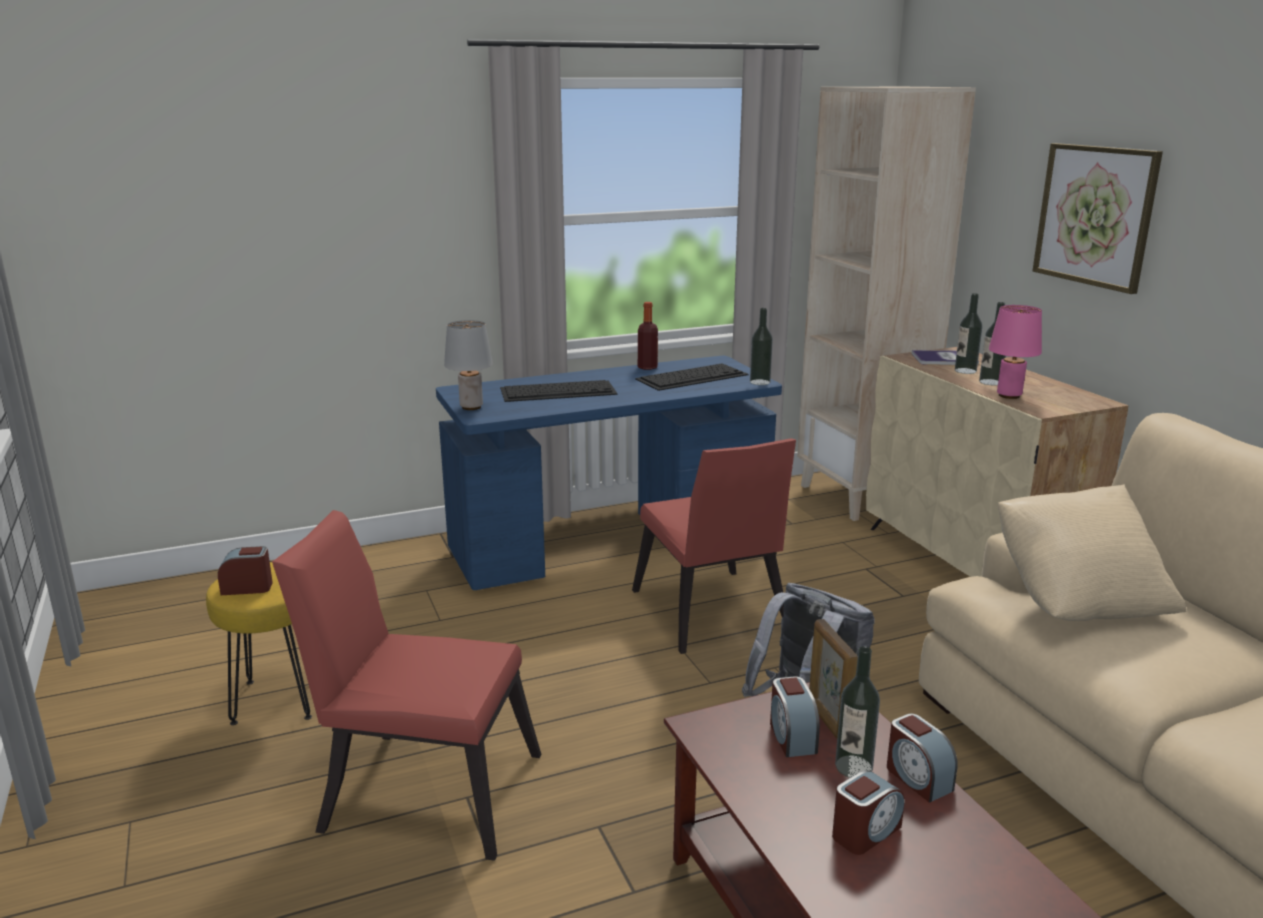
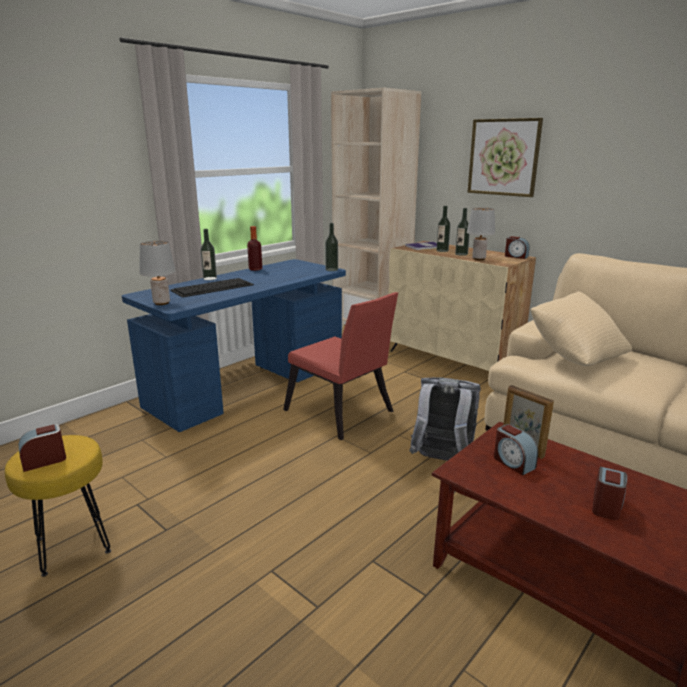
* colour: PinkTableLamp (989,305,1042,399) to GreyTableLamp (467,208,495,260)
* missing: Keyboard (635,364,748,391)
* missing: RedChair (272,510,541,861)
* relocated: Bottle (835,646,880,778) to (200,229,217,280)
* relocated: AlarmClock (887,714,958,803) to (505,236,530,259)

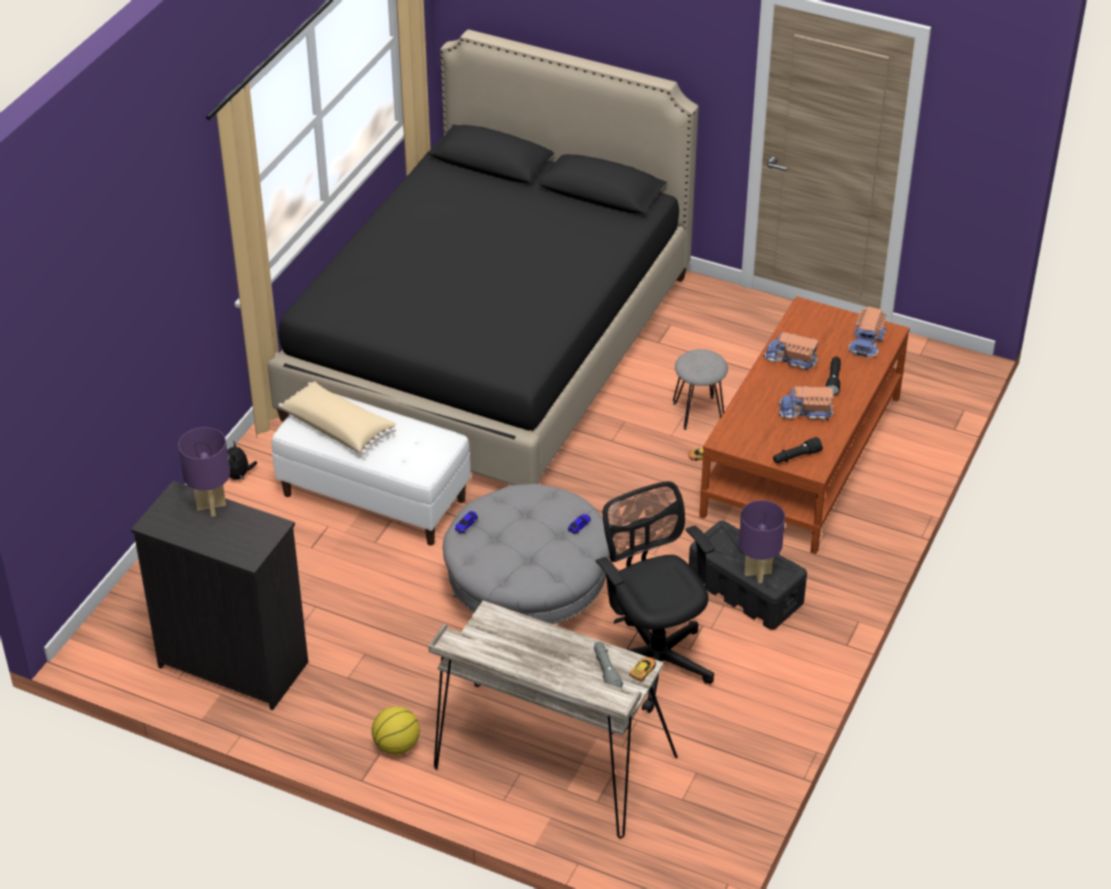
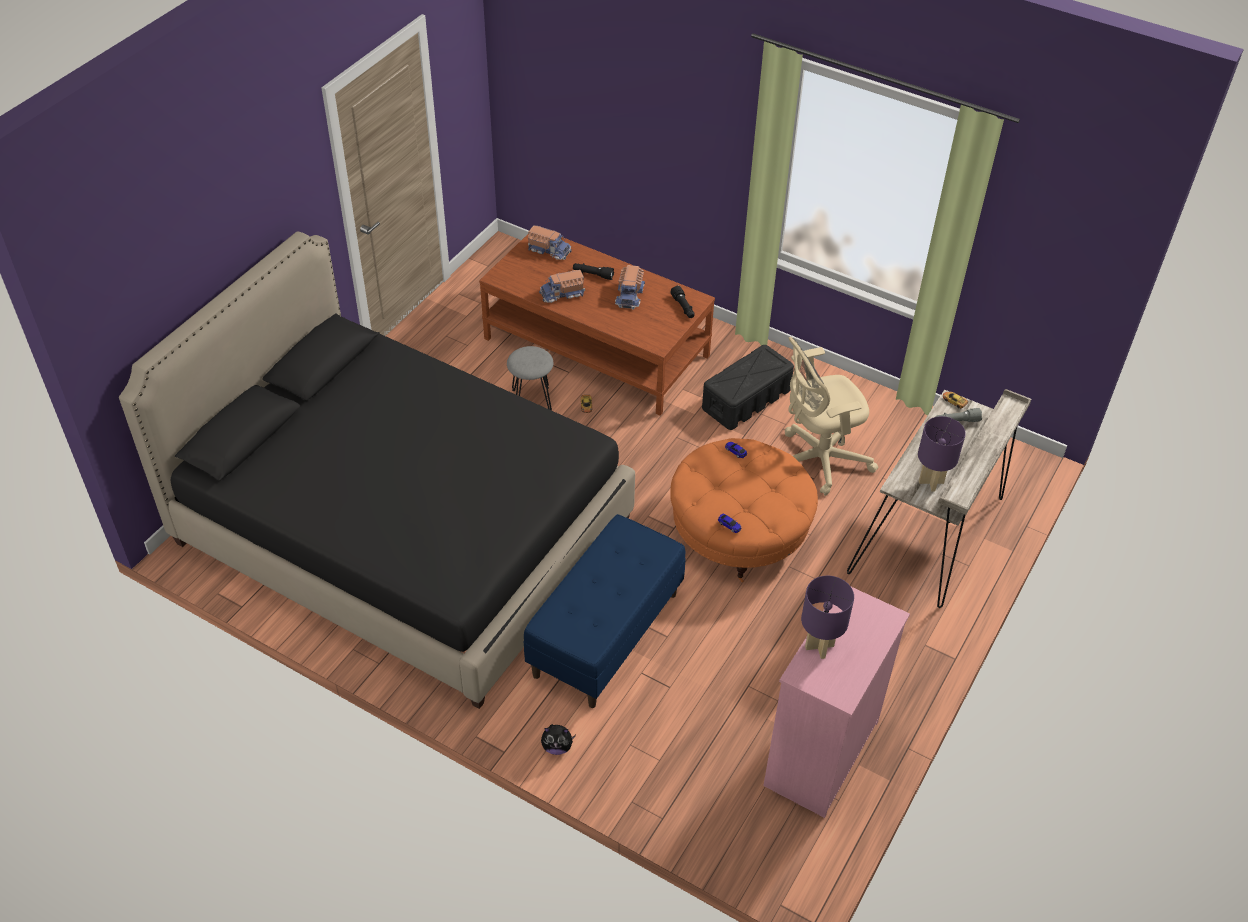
* spun: ToyTruck (763,332,818,370) = (539,270,585,303) 45 degrees clockwise
* missing: BeigePillow (278,381,396,454)
* colour: WhiteBench (272,394,471,545) to BlueBench (523,514,686,708)
* colour: BlackDresser (131,481,308,710) to PinkDresser (763,587,910,818)
* colour: BlackOfficeChair (596,481,715,713) to BeigeOfficeChair (785,337,879,496)
* colour: GreyOttoman (443,484,610,624) to OrangeOttoman (670,438,818,583)
* relocated: PurpleTableLamp (739,500,785,583) to (918,416,966,491)
* missing: Basketball (372,706,420,755)

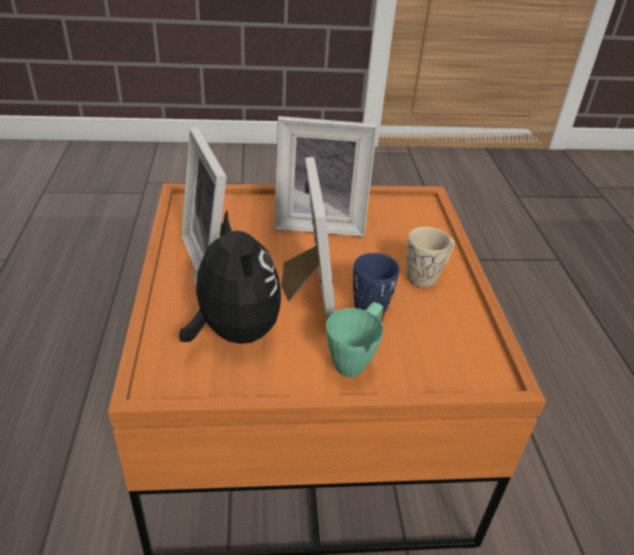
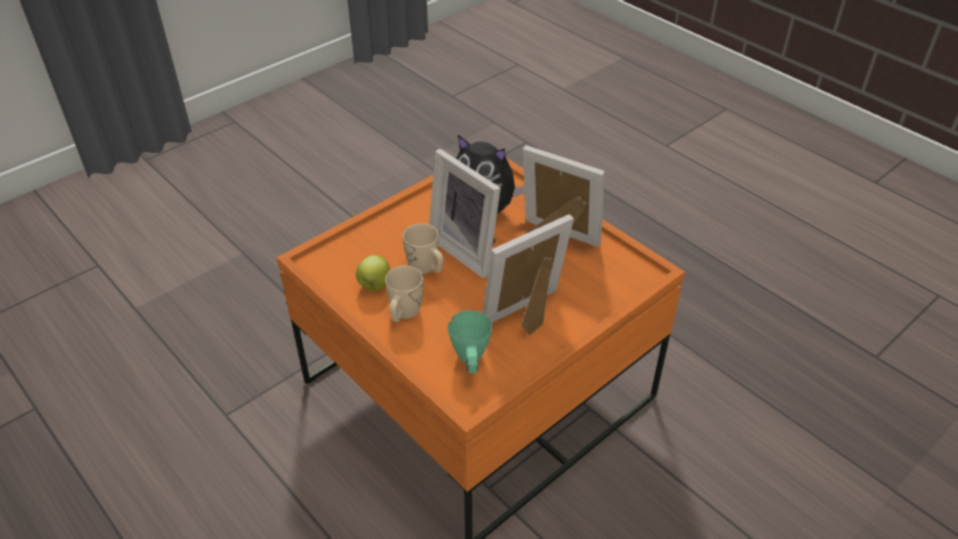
* colour: BlueMug (353,253,400,313) to BeigeMug (403,223,444,274)
* relocated: GreenMug (326,302,385,377) to (448,310,492,373)
* appeared: Apple (356,255,390,291)

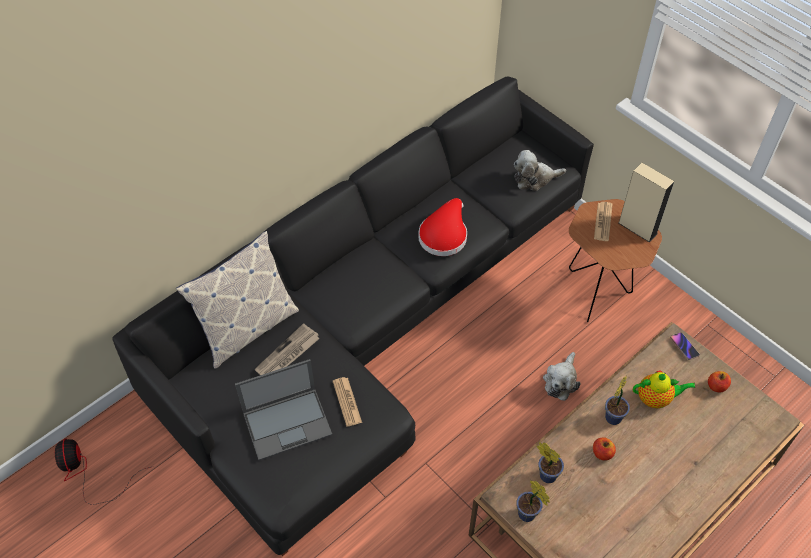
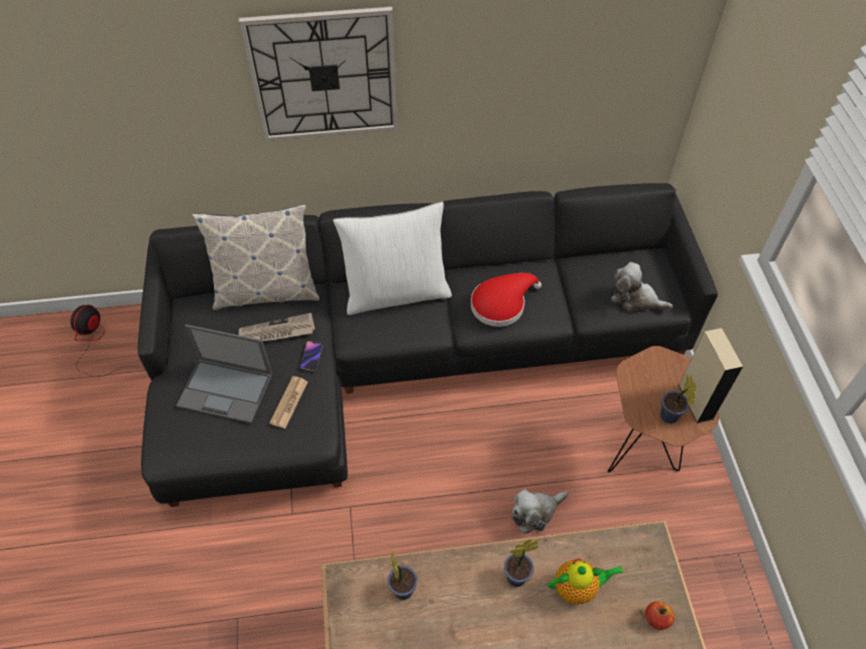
* missing: Newspaper (594,202,613,241)
* relocated: Phone (670,332,700,360) to (300,341,323,372)
* spun: Teapot (633,371,695,408) = (548,558,624,604) 45 degrees counterclockwise
* missing: Apple (593,437,616,461)
* relocated: PottedPlant (516,480,550,522) to (660,374,696,424)
* appeared: WallClock (239,7,398,141)
* appeared: WhitePillow (333,202,452,315)

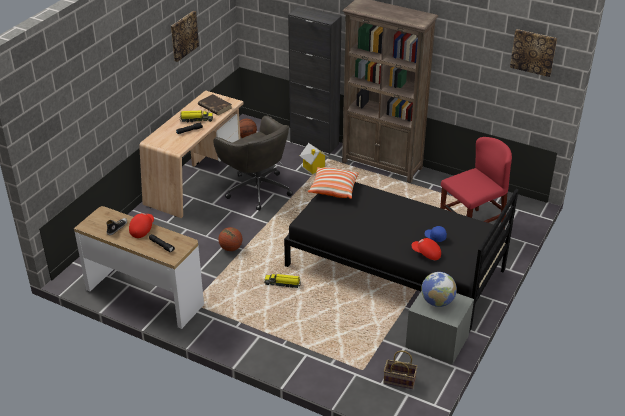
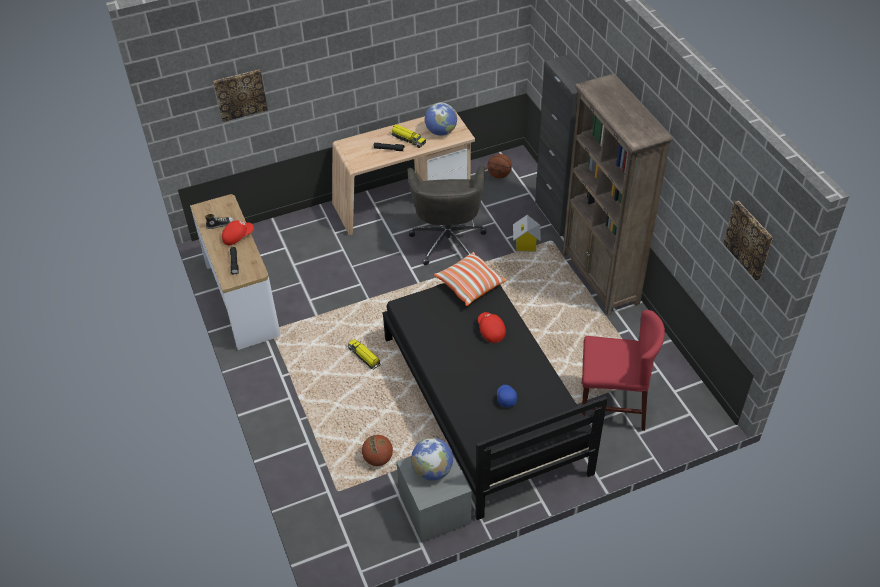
* relocated: Picture (171,11,199,62) to (213,69,268,122)
* exchanged: BrownBook (198,94,232,115) to Globe (425,103,457,136)
* relocated: Basketball (218,227,242,251) to (362,435,393,466)
* relocated: RedCap (411,238,441,260) to (478,312,506,343)
* missing: Basket (384,350,418,389)

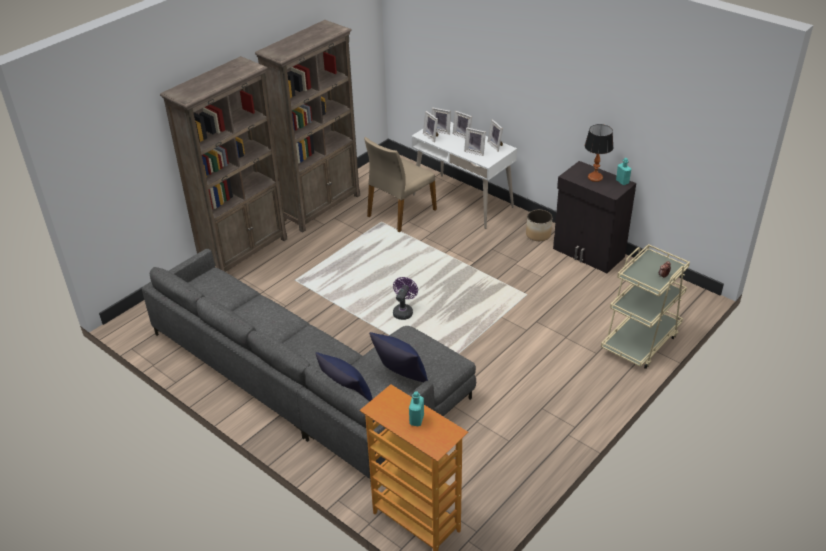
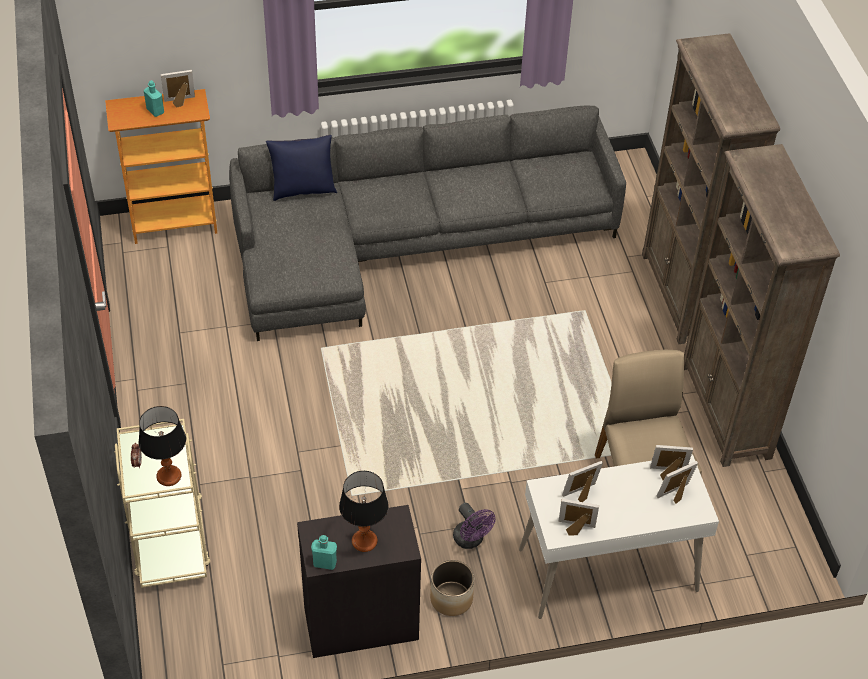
* relocated: PictureFrame (453,111,472,138) to (161,70,195,108)
* relocated: PurpleFan (393,277,418,320) to (453,503,495,549)
* missing: BluePillow (369,332,428,382)
* appeared: TableLamp (139,406,186,486)

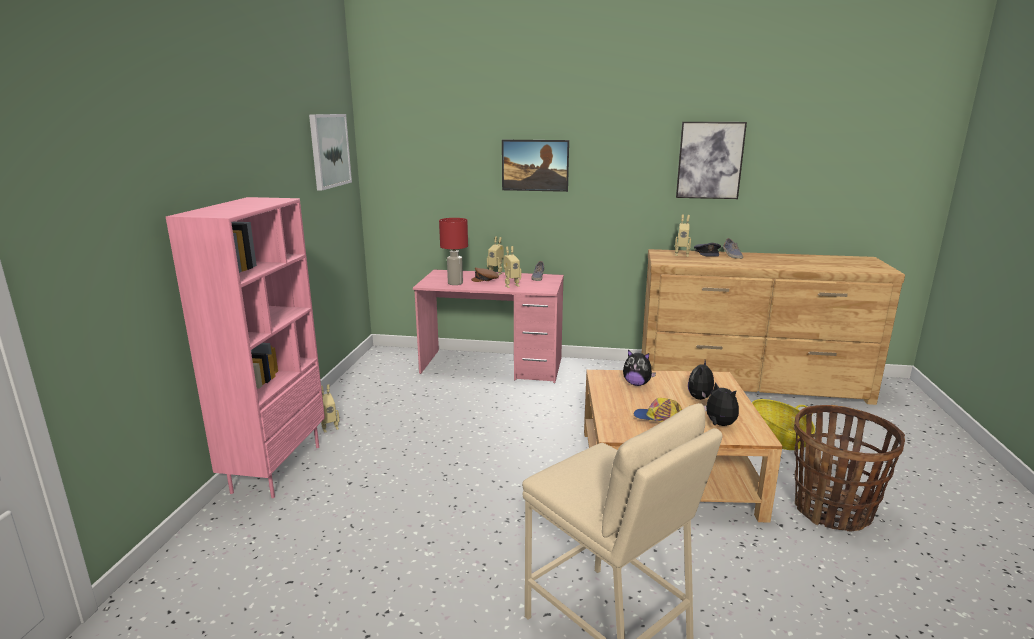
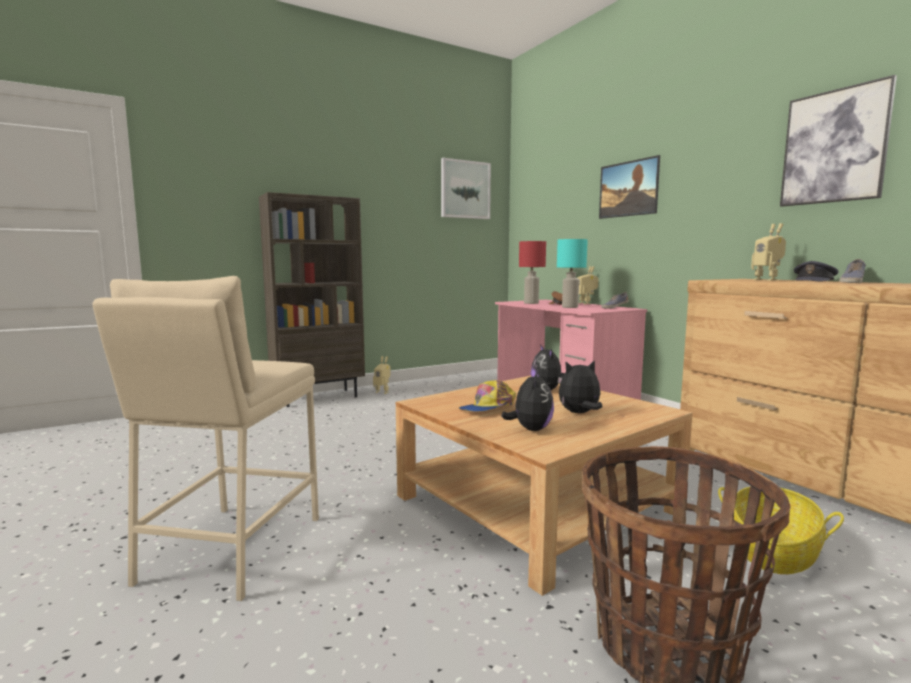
* colour: PinkBookcase (166,197,325,498) to BrownBookcase (259,192,365,407)
* exchanged: ToyRobot (503,246,521,288) to TurquoiseTableLamp (557,239,588,308)
* spun: Cap (634,398,683,422) = (459,380,516,412) 105 degrees counterclockwise

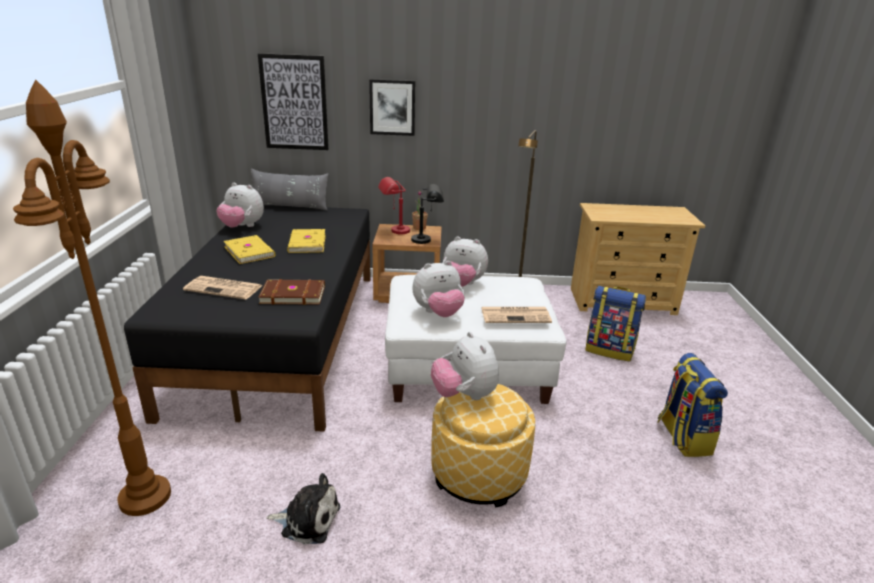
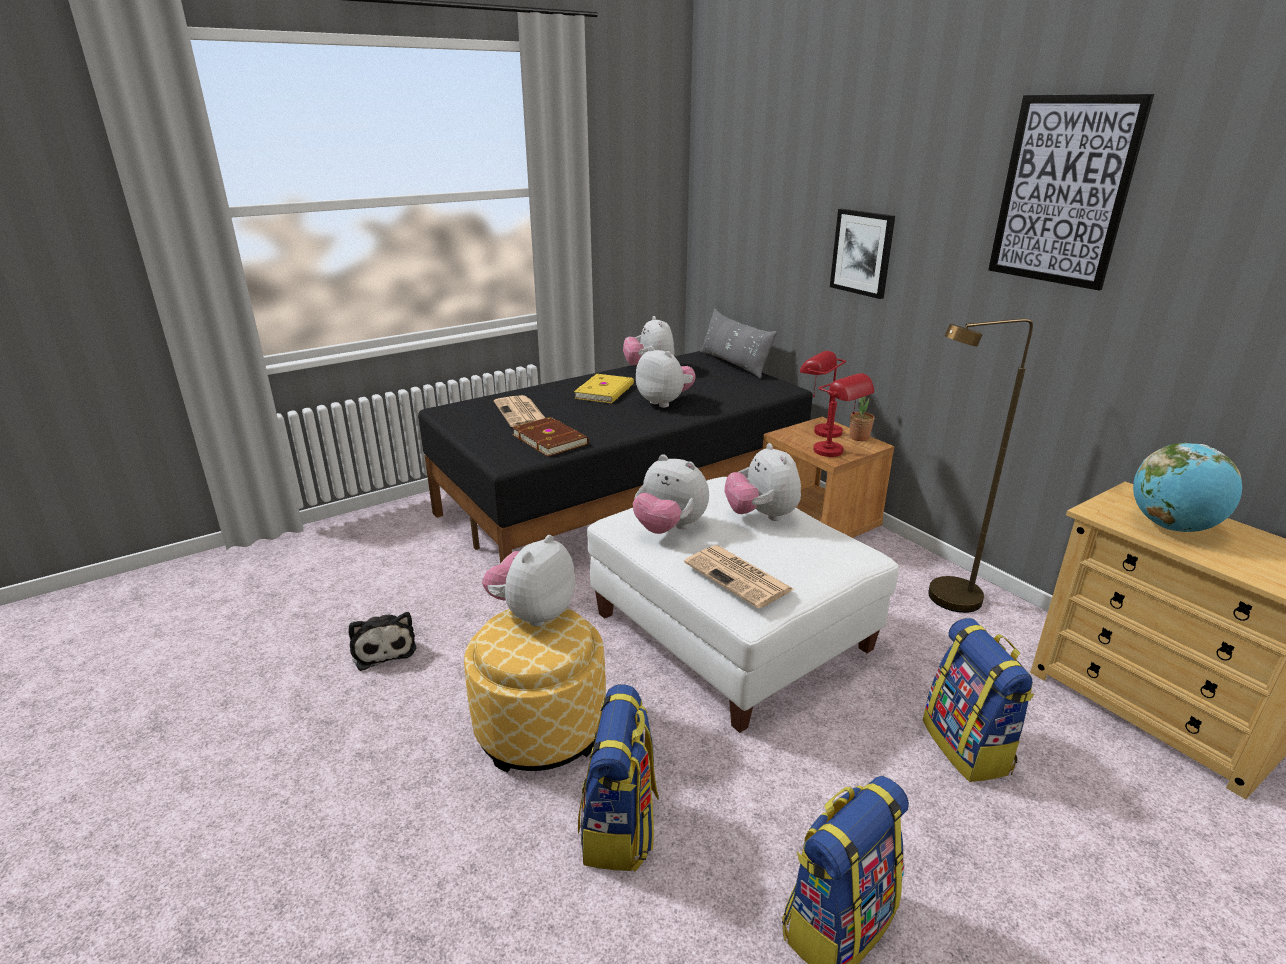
* relocated: Picture (258,53,329,150) to (988,94,1154,290)
* missing: BrownFloorLamp (13,80,171,516)
* colour: BlackTableLamp (411,184,444,244) to RedTableLamp (813,373,874,457)
* exchanged: YellowBook (287,229,326,253) to PlushToy (636,346,696,408)
* appeared: Globe (1133,443,1242,532)
* appeared: Backpack (578,684,659,871)

